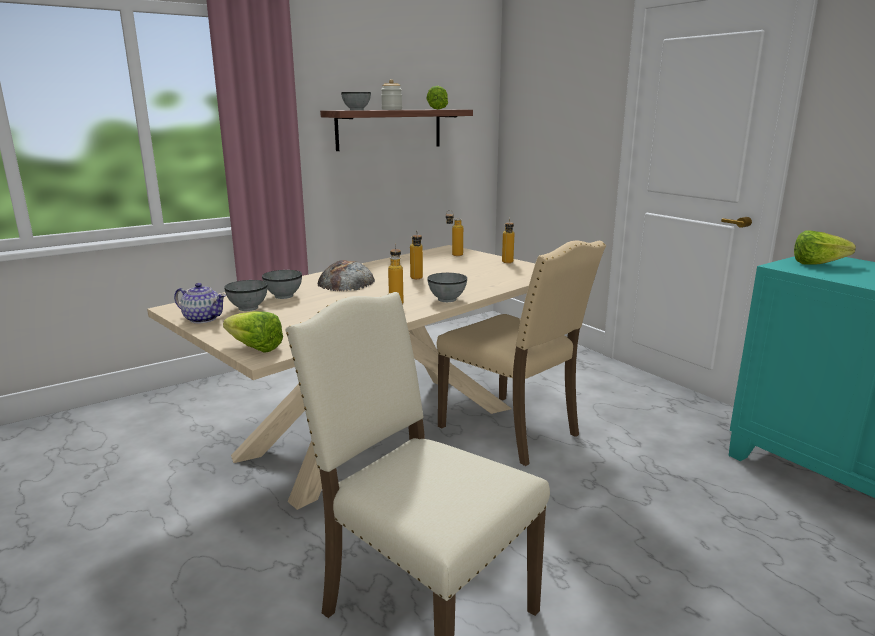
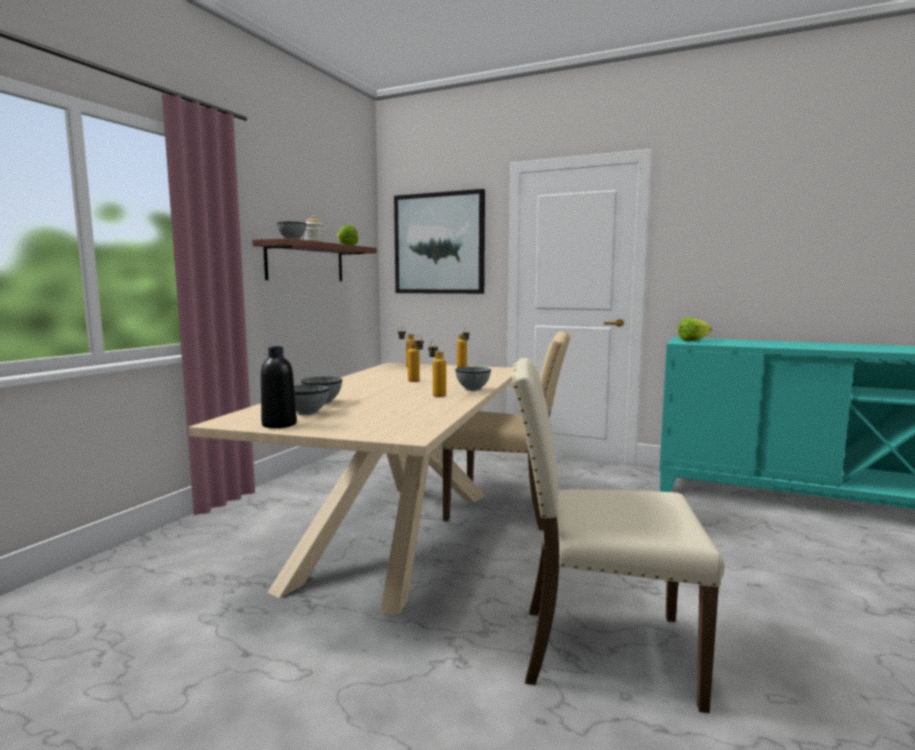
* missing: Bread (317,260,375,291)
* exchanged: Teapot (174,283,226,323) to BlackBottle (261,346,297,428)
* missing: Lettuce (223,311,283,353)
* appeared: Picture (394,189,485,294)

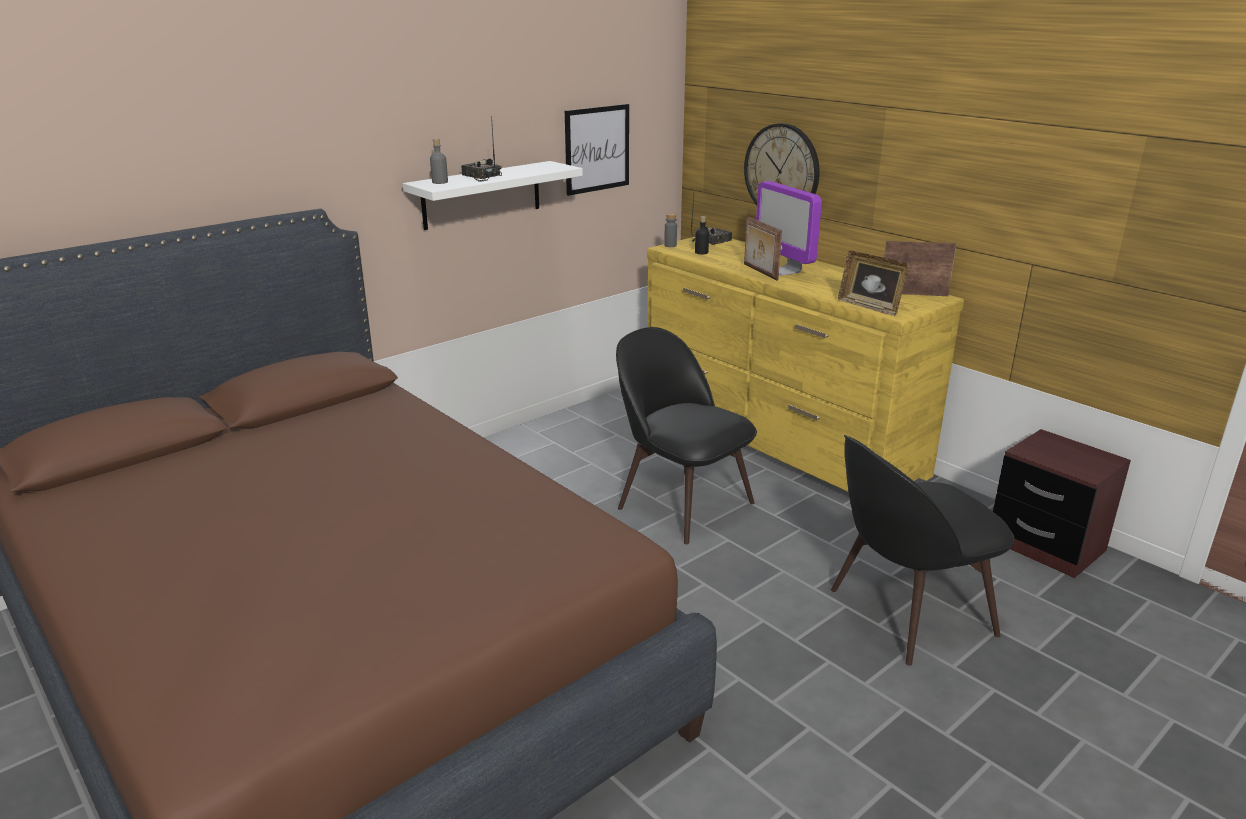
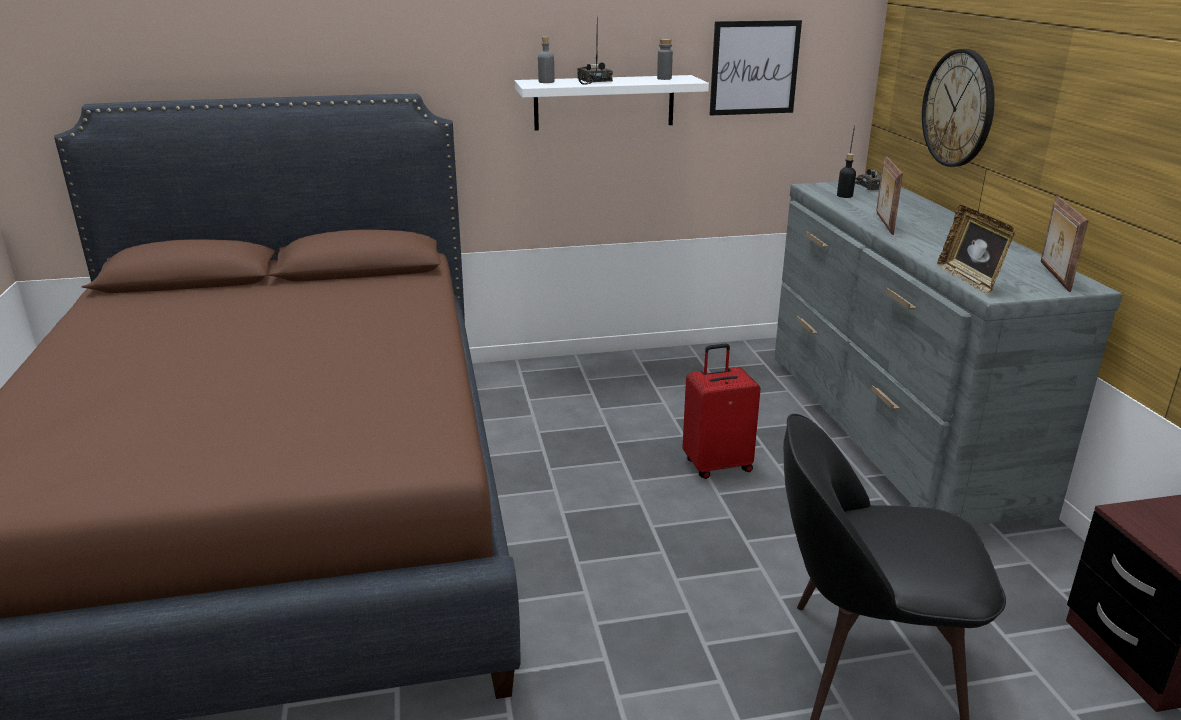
* missing: Monitor (756,181,822,276)
* relocated: GreyBottle (664,213,677,247) to (657,39,673,80)
* colour: YellowDresser (647,237,964,492) to GreyDresser (775,180,1122,526)
* spun: PictureFrame (884,241,956,296) = (1041,196,1089,292) 120 degrees counterclockwise
* exchanged: BlackChair (616,327,757,544) to RedSuitcase (682,343,761,479)

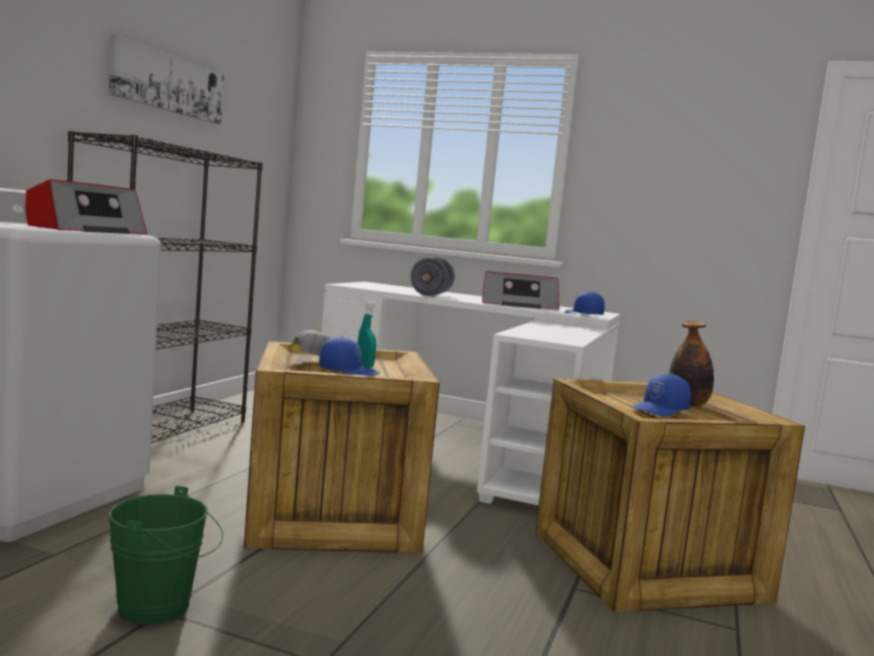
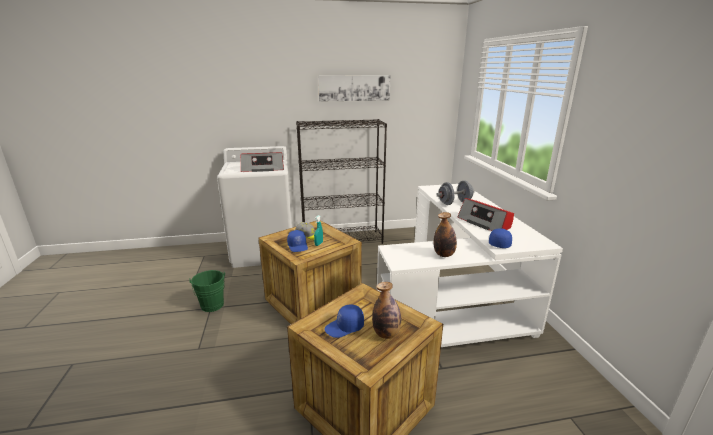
* spun: BlueCap (632,373,691,416) = (324,304,364,338) 45 degrees counterclockwise
* appeared: Bottle (434,212,457,257)

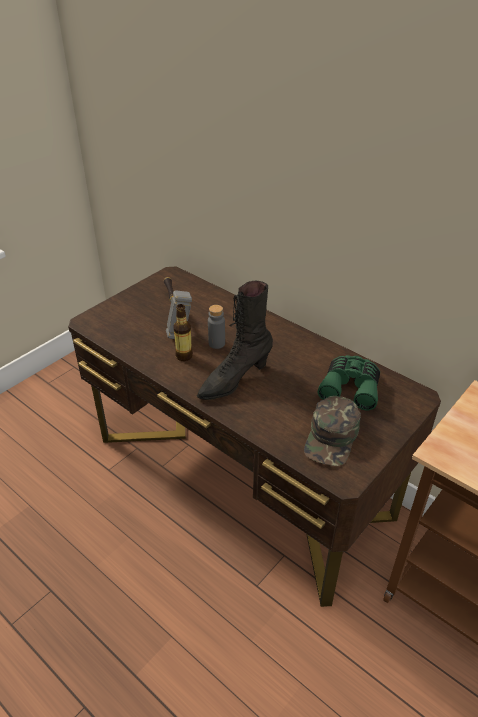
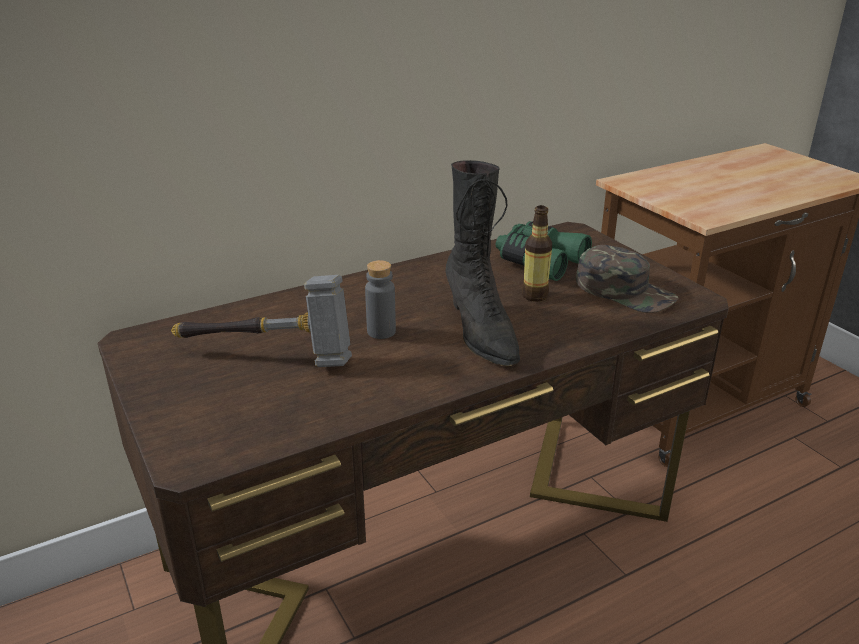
* relocated: Bottle (173,304,193,361) to (522,205,552,302)

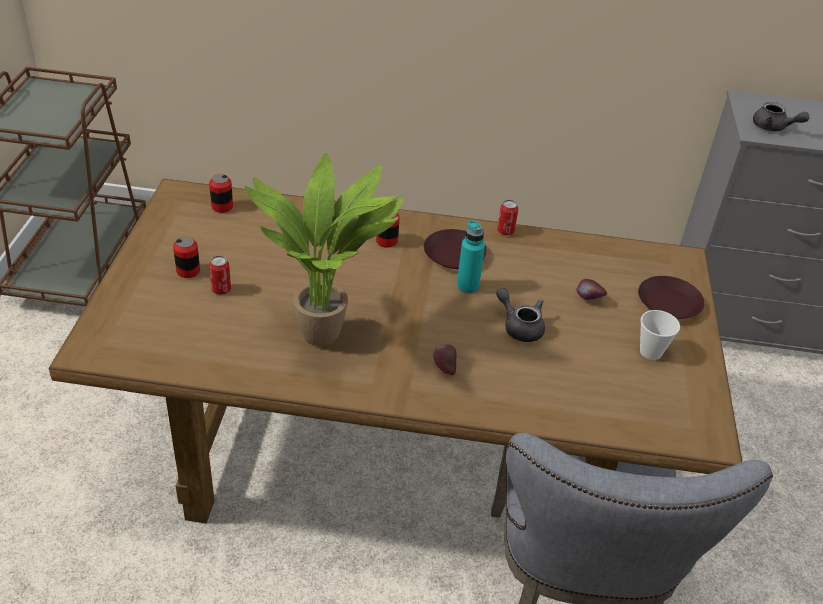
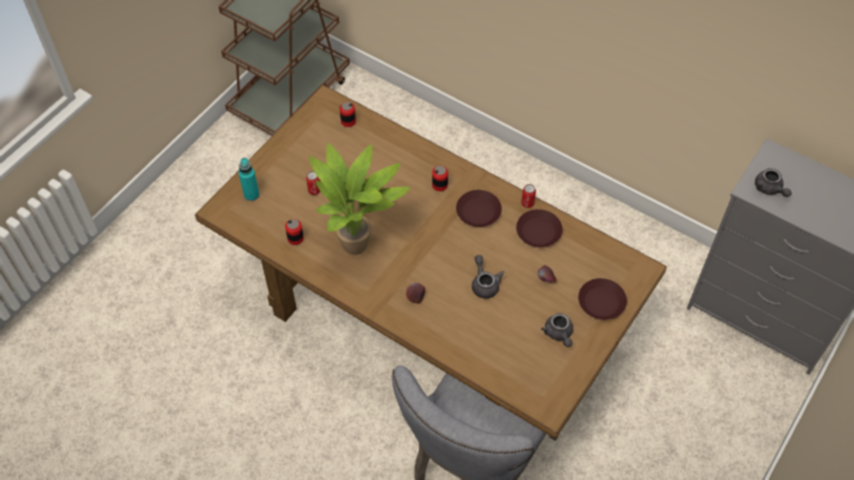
* relocated: TurquoiseBottle (457,220,485,294) to (239,158,259,201)
* relocated: Can (173,237,200,278) to (285,219,304,245)
* exchanged: Cup (640,310,680,360) to GreyTeapot (541,313,573,347)
* appeared: BrownPlate (516,209,563,247)

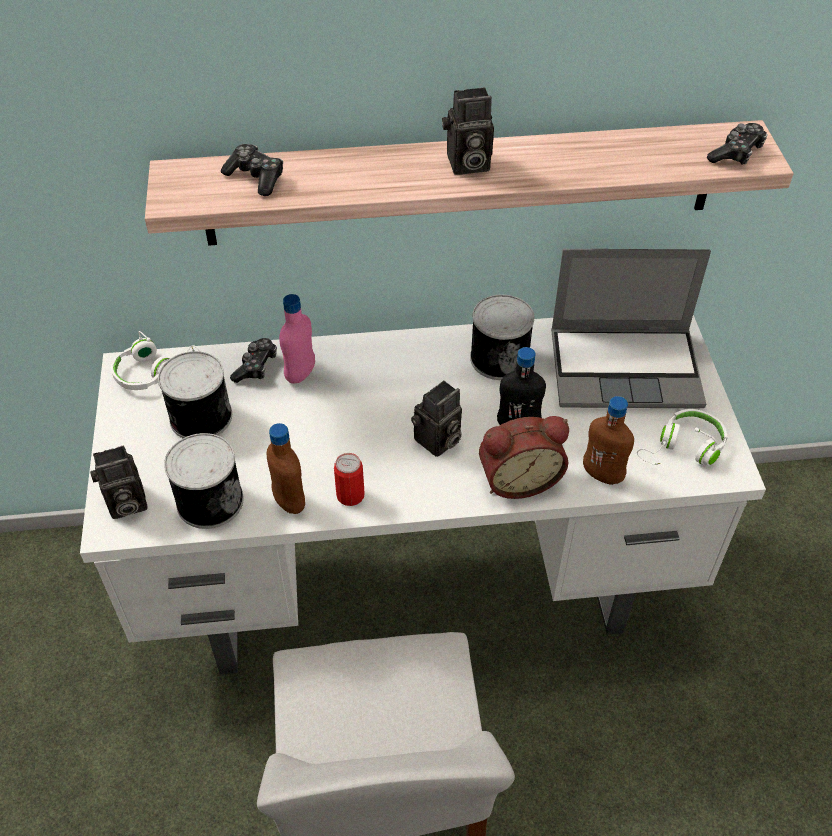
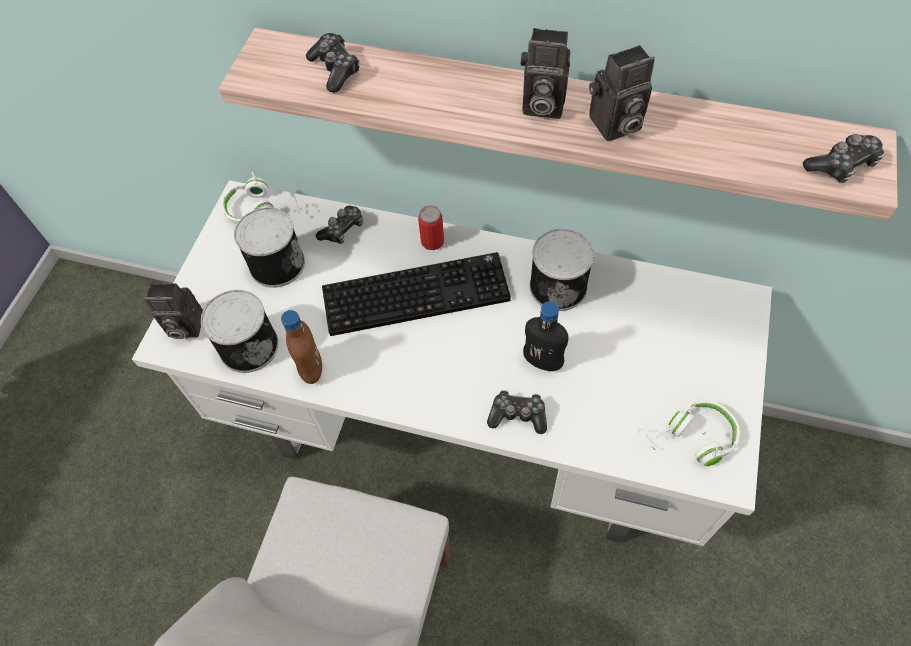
* missing: Laptop (551,249,711,408)
* missing: PinkBottle (279,294,315,384)
* relocated: PhotoCamera (411,381,462,457) to (589,45,655,141)
* missing: BrownBottle (583,396,634,485)
* exchanged: AlarmClock (479,416,569,499) to GameController (487,390,547,434)
* relocated: Can (334,453,365,506) to (418,206,444,250)
* appeared: Keyboard (322,252,511,336)

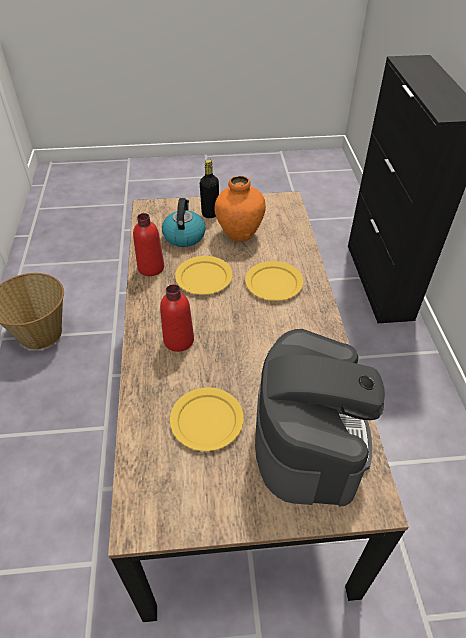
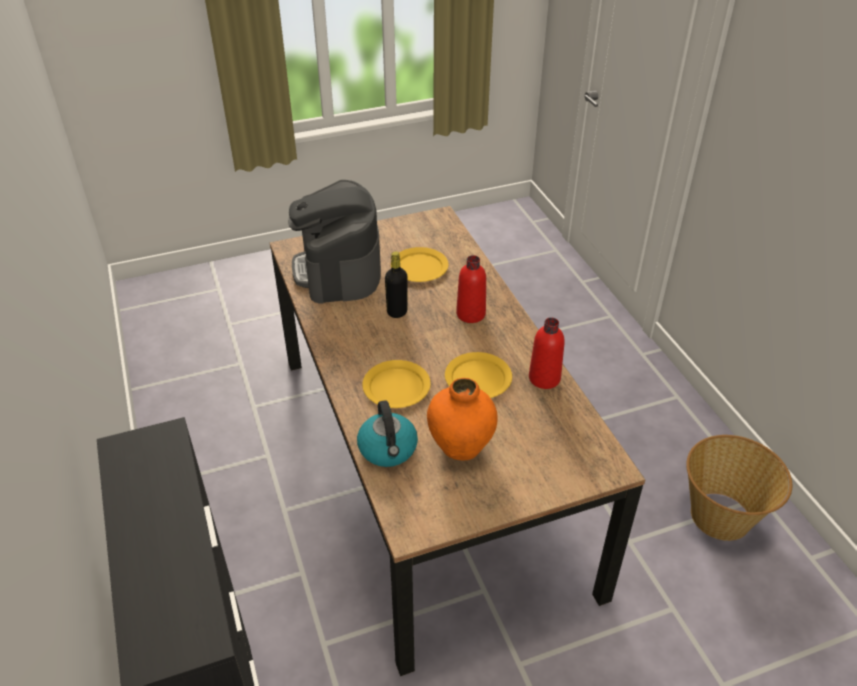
* relocated: BlackBottle (200,159,219,218) to (385,251,408,318)
* relocated: Kettle (162,198,206,247) to (357,400,418,467)

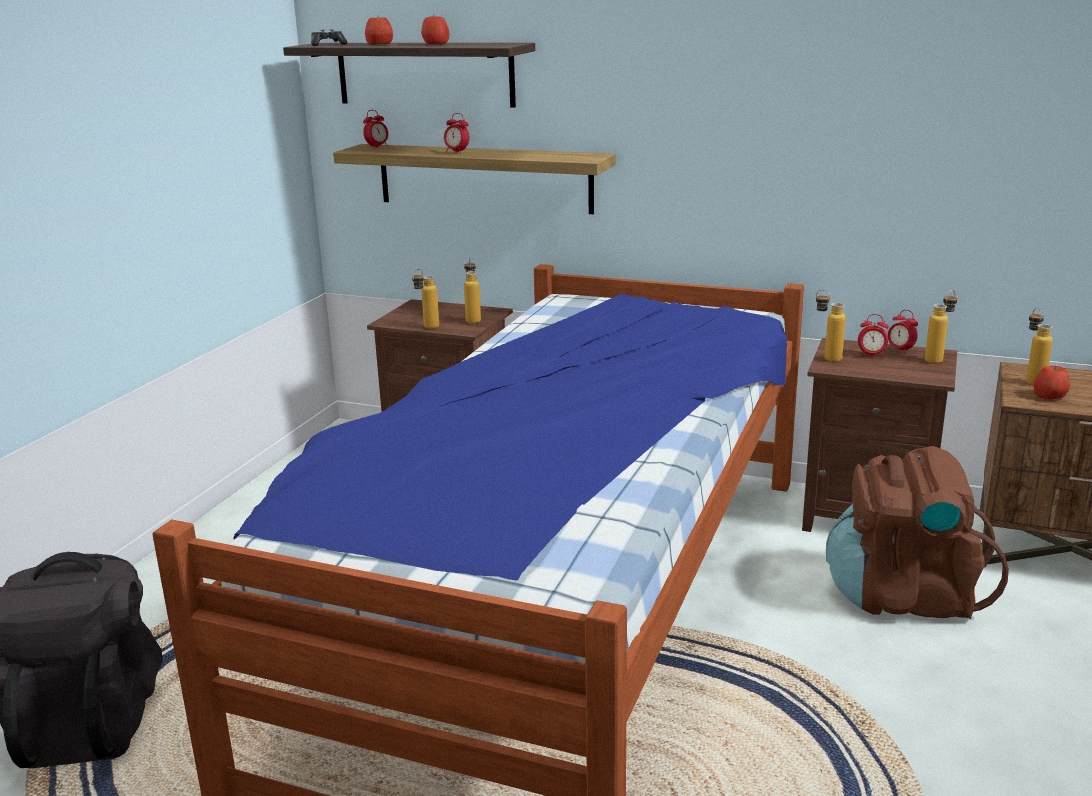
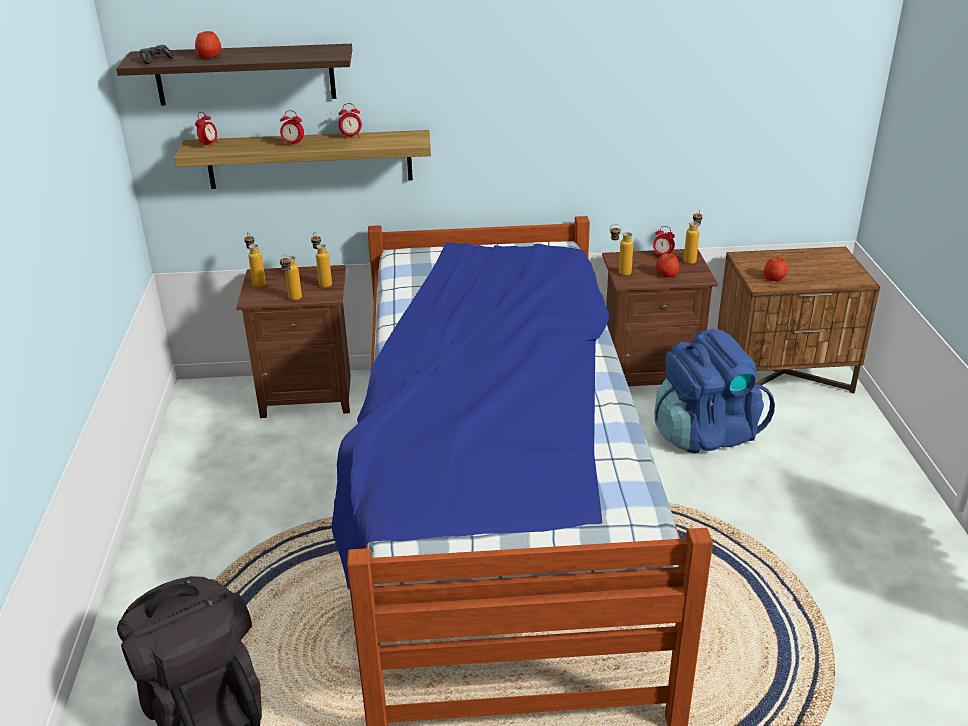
* relocated: Apple (421,16,450,45) to (656,253,679,277)
* relocated: Bottle (1026,308,1053,386) to (244,232,266,288)
* relocated: AlarmClock (858,314,889,358) to (338,103,362,139)
* colour: BrownBackpack (826,446,1009,619) to BlueBackpack (654,329,775,453)

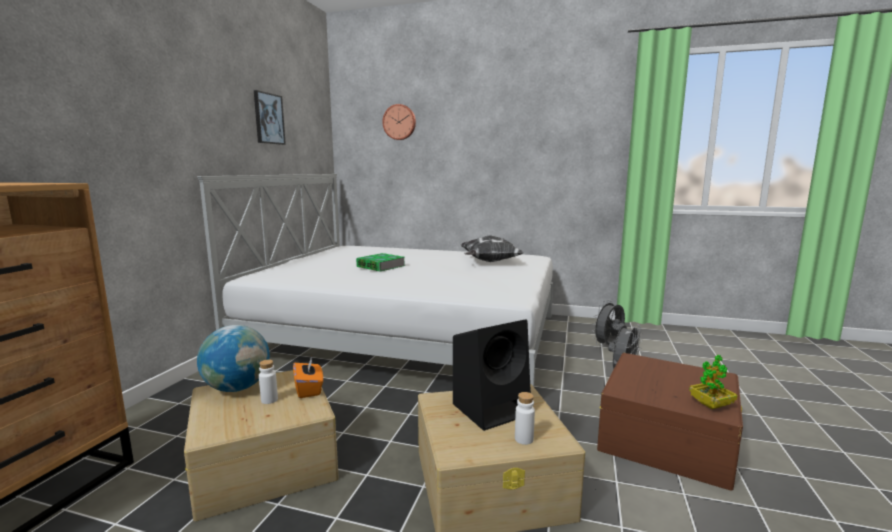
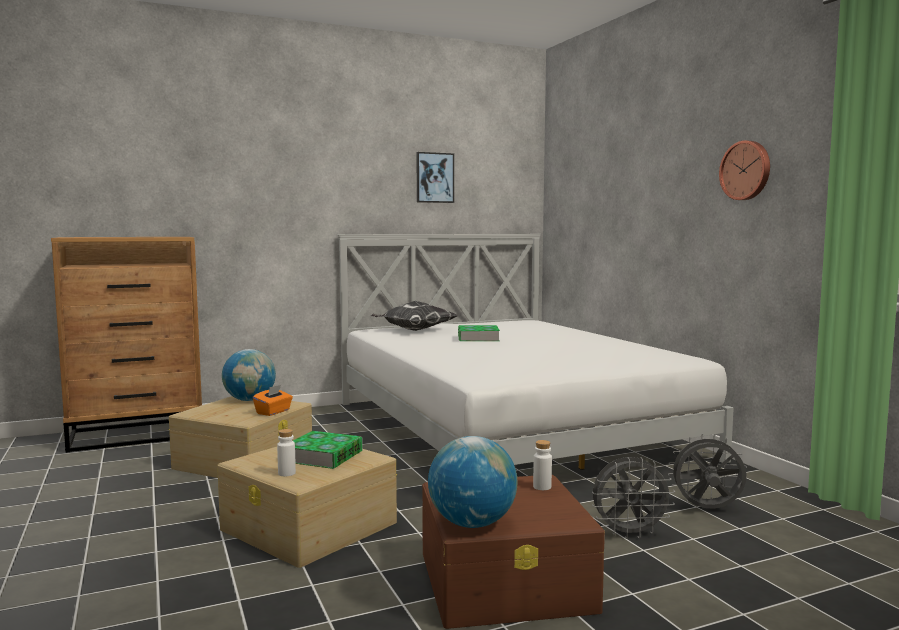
* relocated: WallClock (382,104,416,140) to (719,140,770,200)
* relocated: Pillow (461,235,524,262) to (371,301,458,331)
* exchanged: BlackSpeaker (453,319,531,431) to Book (293,431,363,469)
* exchanged: PottedPlant (689,355,737,409) to Globe (428,436,518,528)
* relocated: WhiteBottle (259,360,278,404) to (533,440,552,490)

